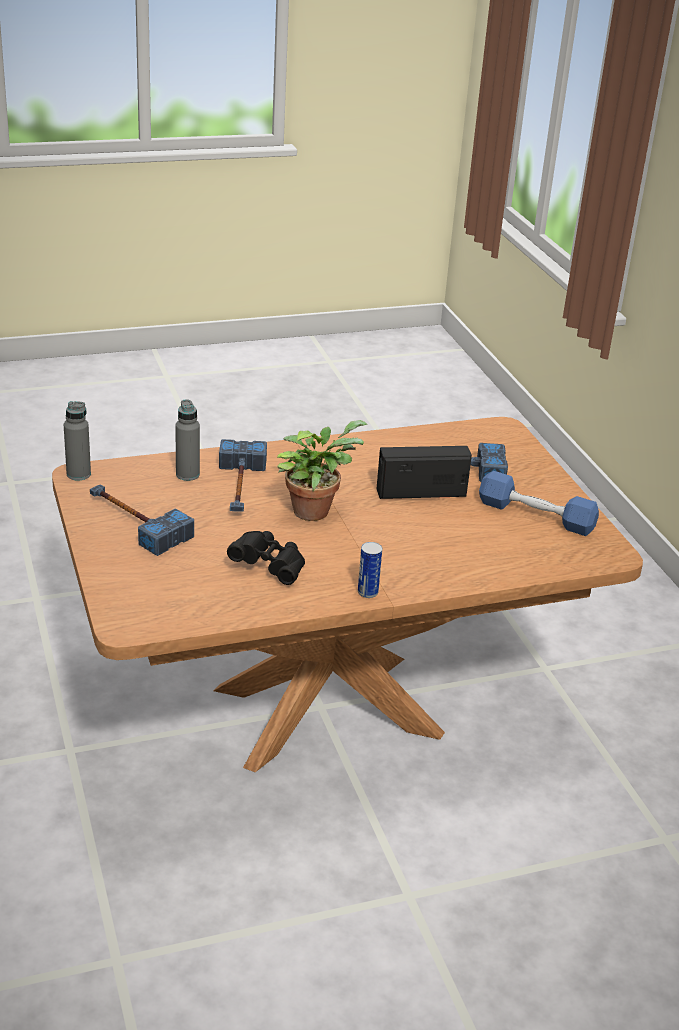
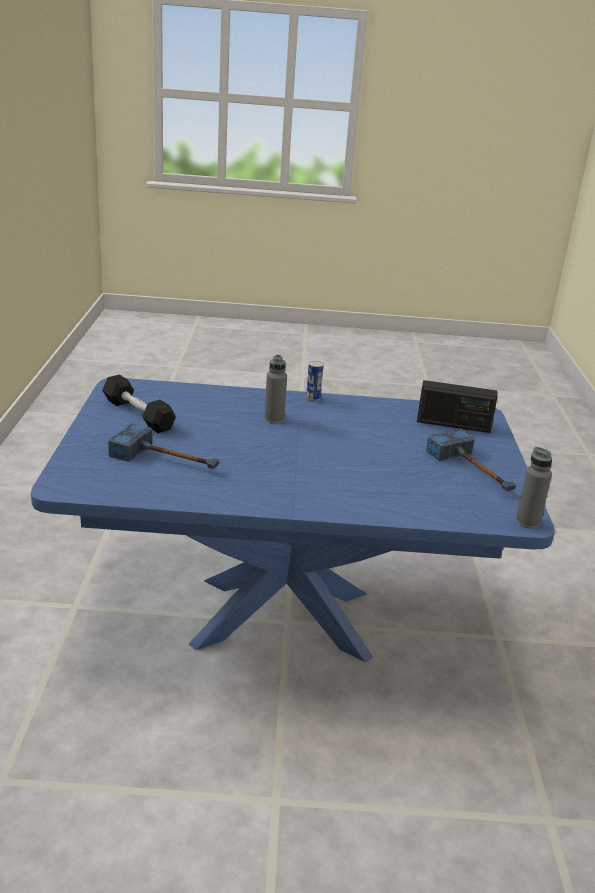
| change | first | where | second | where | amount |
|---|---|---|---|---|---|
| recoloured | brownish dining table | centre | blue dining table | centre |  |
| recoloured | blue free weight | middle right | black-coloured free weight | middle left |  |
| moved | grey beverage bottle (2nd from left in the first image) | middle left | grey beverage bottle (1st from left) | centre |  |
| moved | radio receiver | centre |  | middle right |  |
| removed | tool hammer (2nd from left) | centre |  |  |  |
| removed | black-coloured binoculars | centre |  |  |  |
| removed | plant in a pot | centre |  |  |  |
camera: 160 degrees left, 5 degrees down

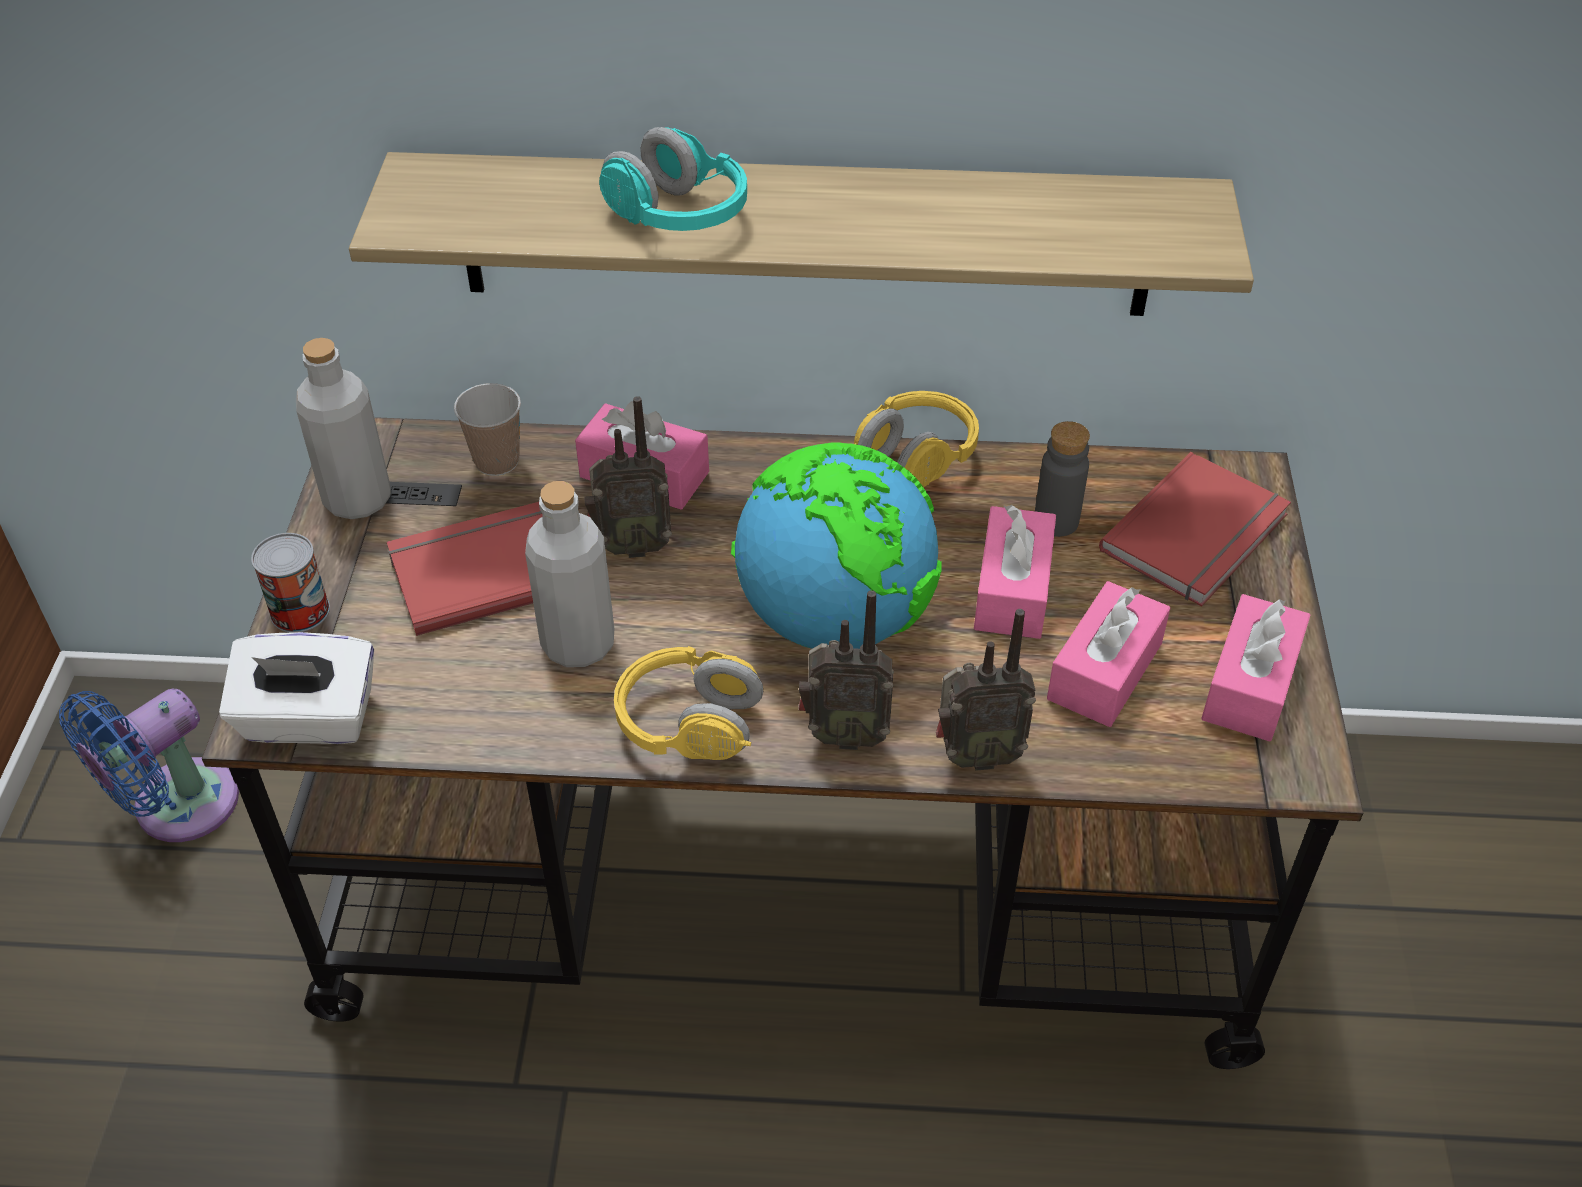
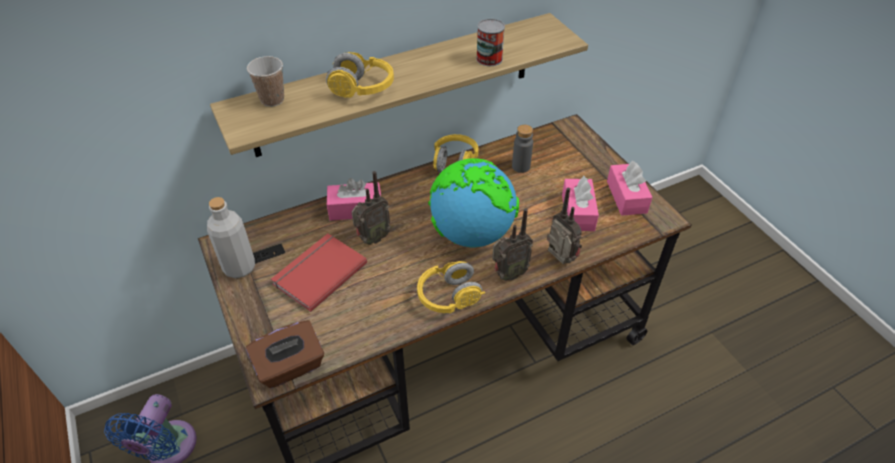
| change | first | where | second | where | amount |
|---|---|---|---|---|---|
| recoloured | white tissue holder | middle left | brownish tissue holder | bottom left |  |
| moved | drinking cup | middle left |  | top left |  |
| recoloured | turquoise-coloured headphones | top centre | yellowish headphones (1st from left) | top centre |  |
| moved | metal can | middle left |  | top centre |  |
| turned | radio receiver (3rd from left) | centre |  | centre | 90 degrees counterclockwise |
| removed | grey beverage bottle (2nd from left) | centre |  |  |  |
| removed | pink tissue holder (2nd from left) | centre |  |  |  |
| removed | red volume (2nd from left) | middle right |  |  |  |
camera: 30 degrees left, 0 degrees up

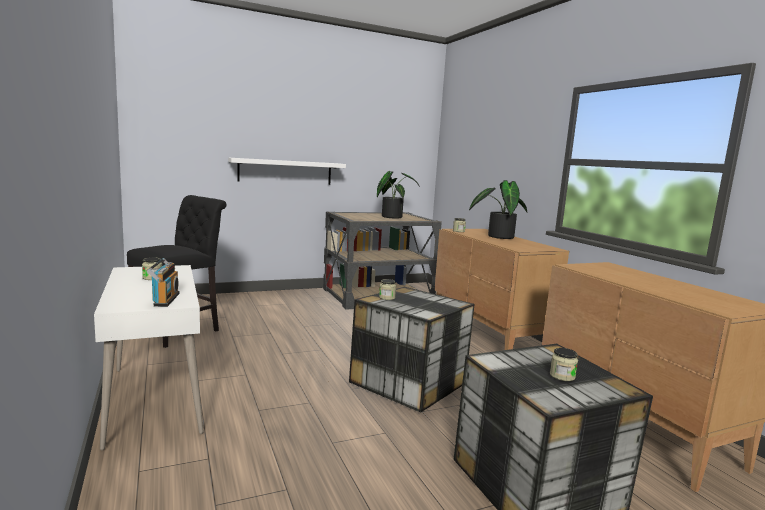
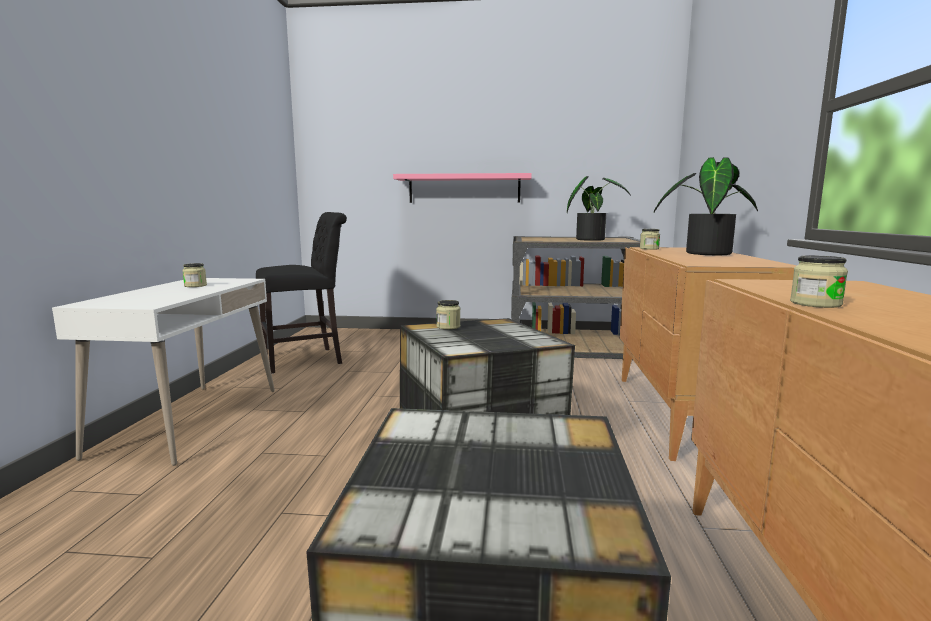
| change | first | where | second | where | amount |
|---|---|---|---|---|---|
| recoloured | white shelf | centre | pink shelf | top centre |  |
| moved | storage jar (4th from left) | bottom right |  | middle right |  |
| removed | radio receiver | middle left |  |  |  |
camera: 30 degrees right, 0 degrees up

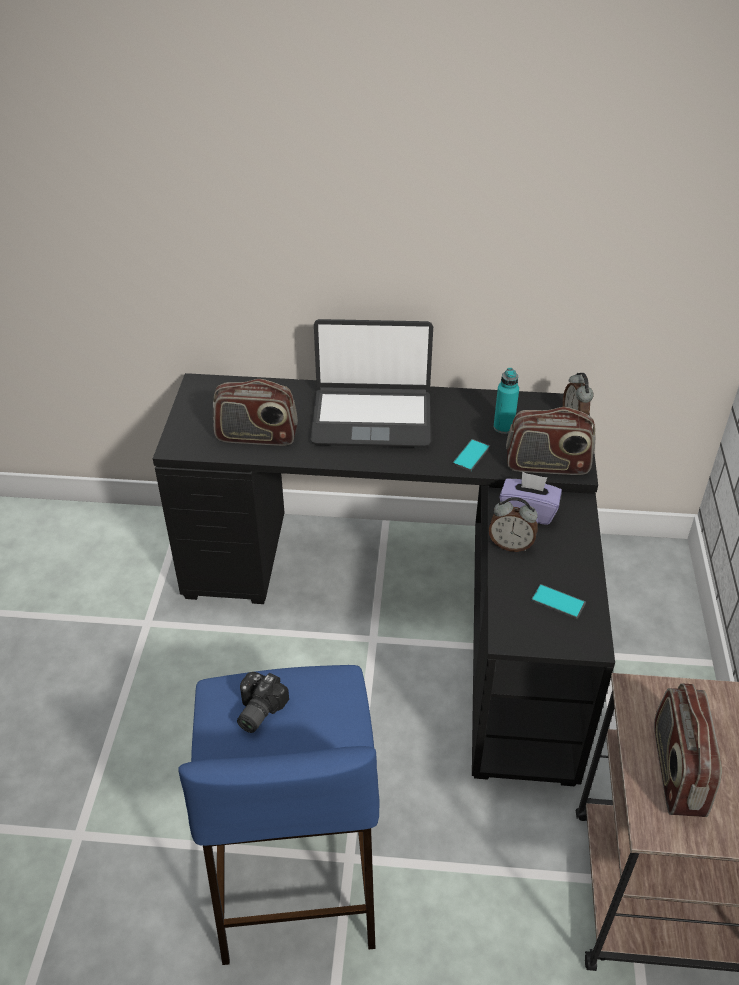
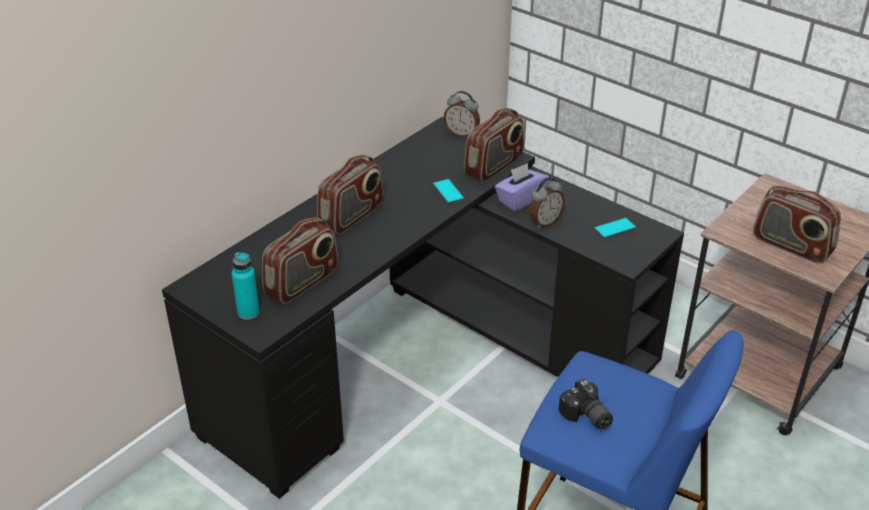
| change | first | where | second | where | amount |
|---|---|---|---|---|---|
| moved | turquoise-coloured beverage bottle | middle right |  | middle left |  |
| replaced | portable computer | centre | radio receiver (2nd from left) | centre |  |
camera: 55 degrees left, 5 degrees down

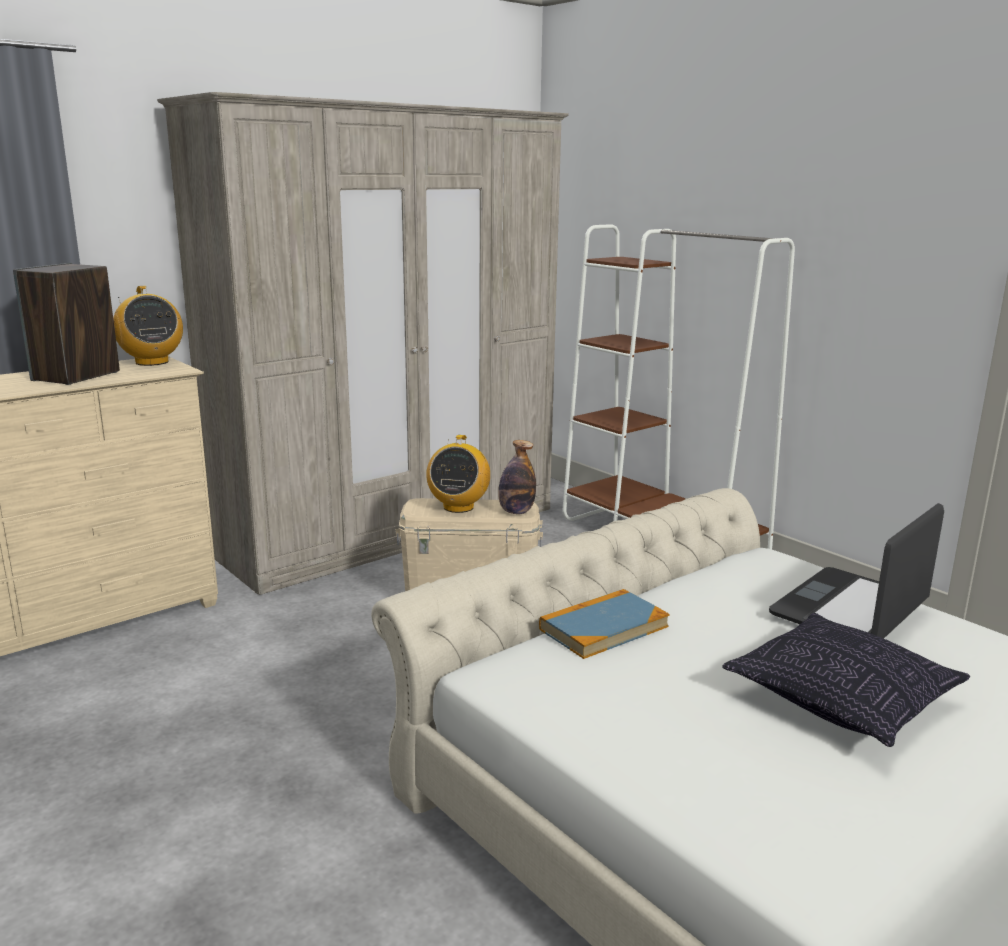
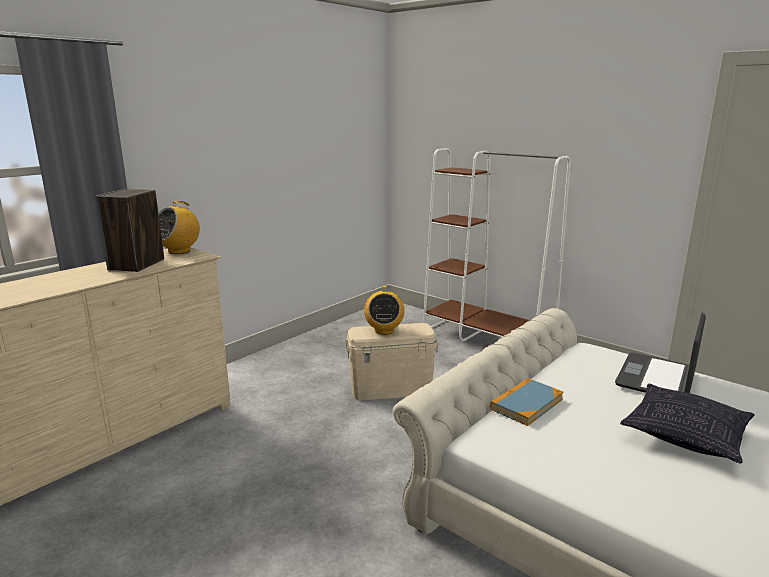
| change | first | where | second | where | amount |
|---|---|---|---|---|---|
| turned | radio receiver (1st from left) | middle left |  | middle left | 75 degrees clockwise |
| removed | sand-coloured wardrobe | centre |  |  |  |
| removed | beverage bottle | centre |  |  |  |
camera: 10 degrees left, 0 degrees up

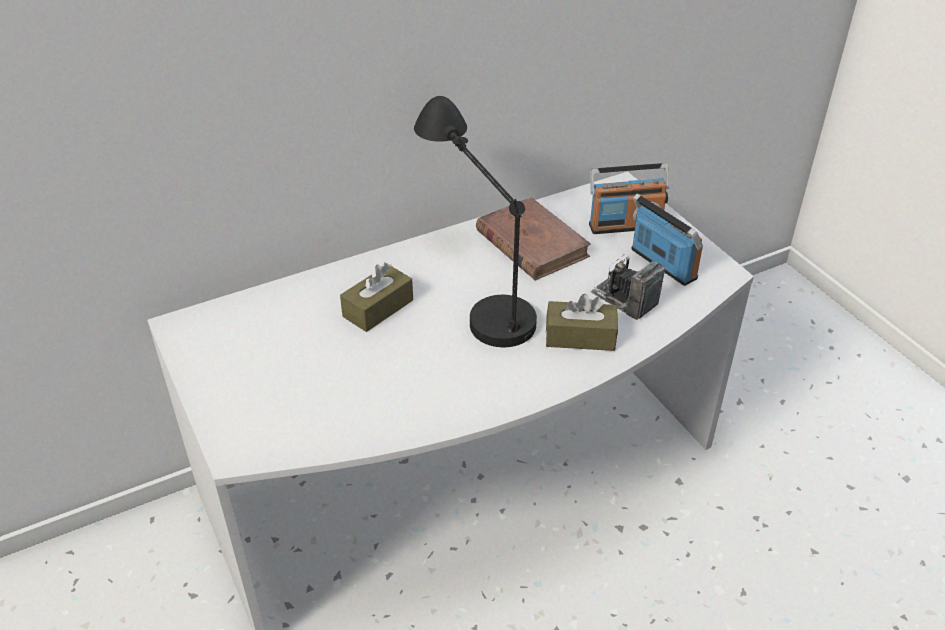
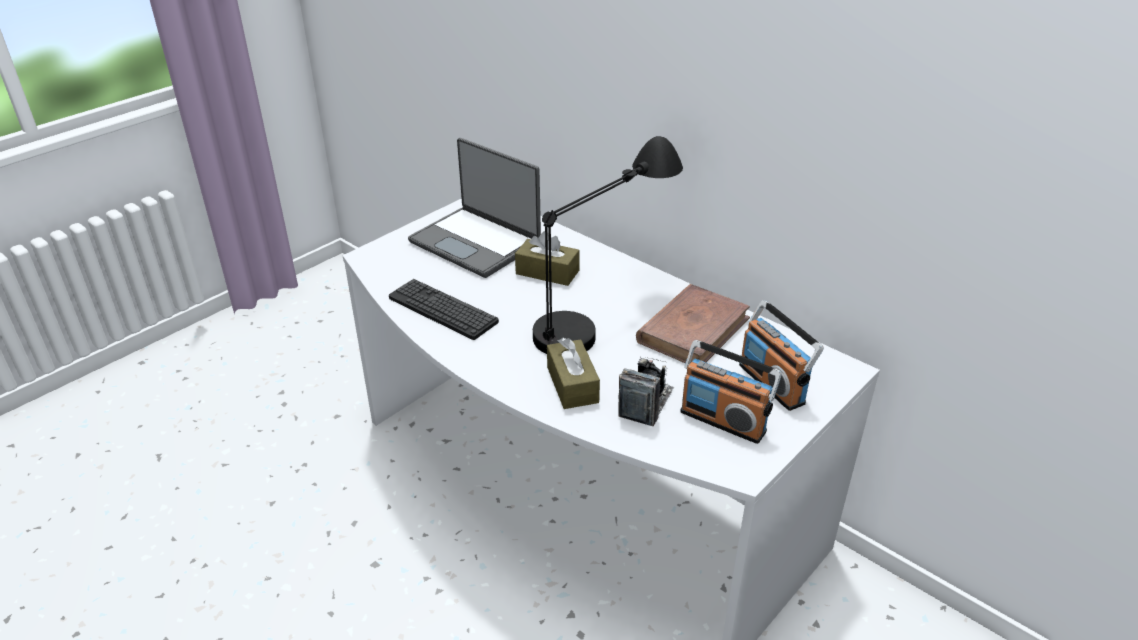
| change | first | where | second | where | amount |
|---|---|---|---|---|---|
| added |  |  | keyboard | centre |  |
| added |  |  | portable computer | top centre |  |
| turned | radio receiver (2nd from left in the first image) | middle right | radio receiver (1st from left) | centre | 90 degrees clockwise |
camera: 70 degrees right, 5 degrees down

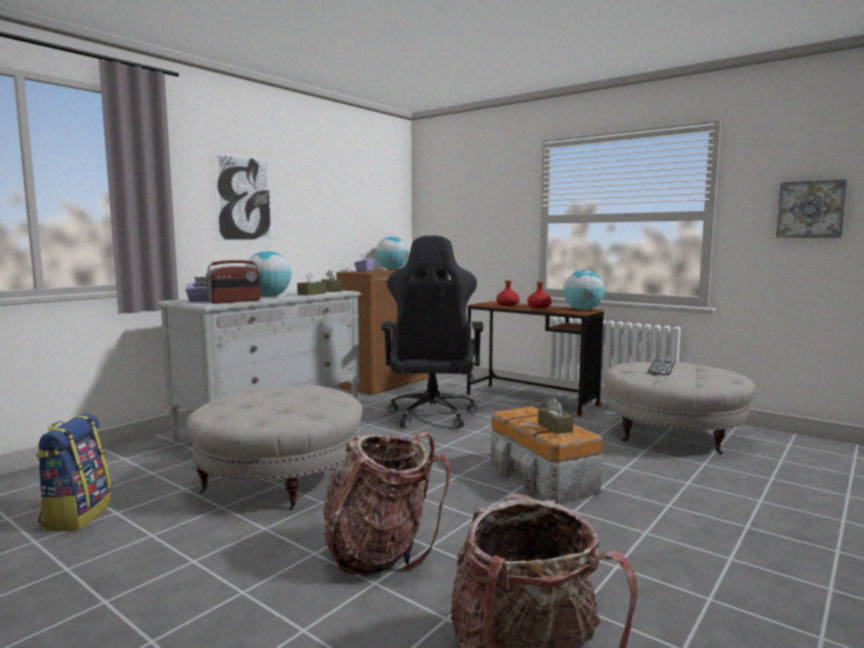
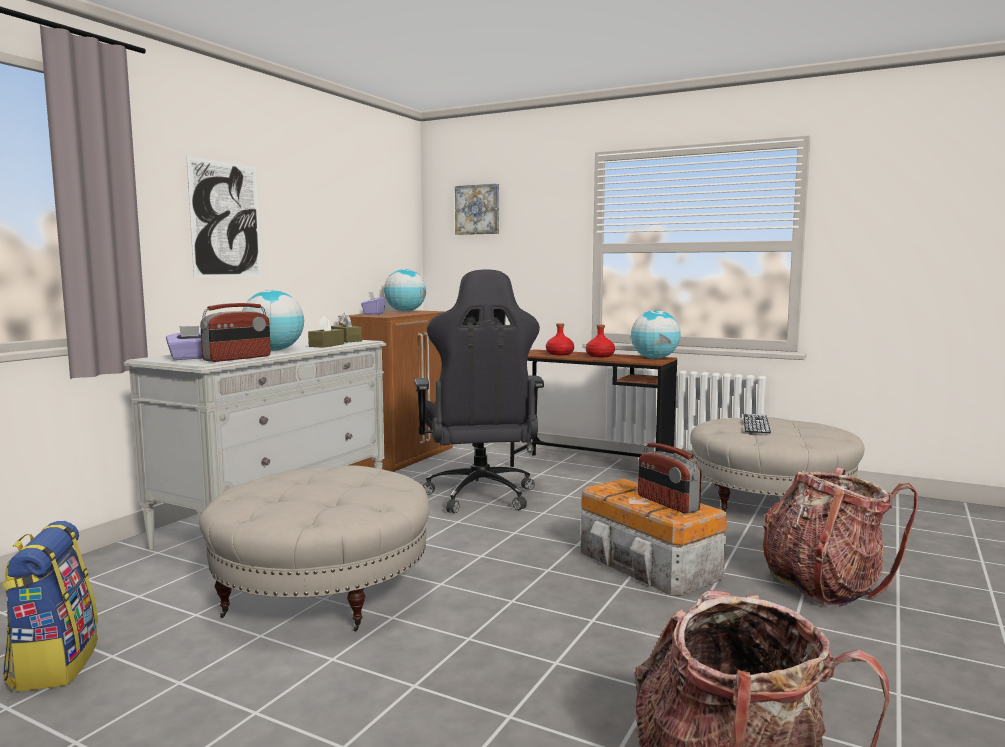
| change | first | where | second | where | amount |
|---|---|---|---|---|---|
| moved | picture (2nd from left) | top right |  | top centre |  |
| replaced | brownish tissue holder (3rd from left) | centre | radio receiver (2nd from left) | middle right |  |
| moved | rucksack (2nd from left in the first image) | bottom centre | rucksack (3rd from left) | bottom right |  |
camera: 10 degrees left, 0 degrees up

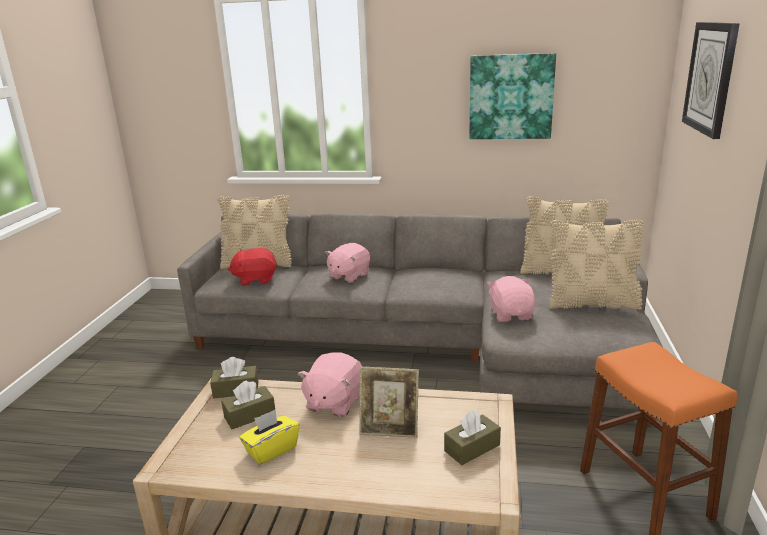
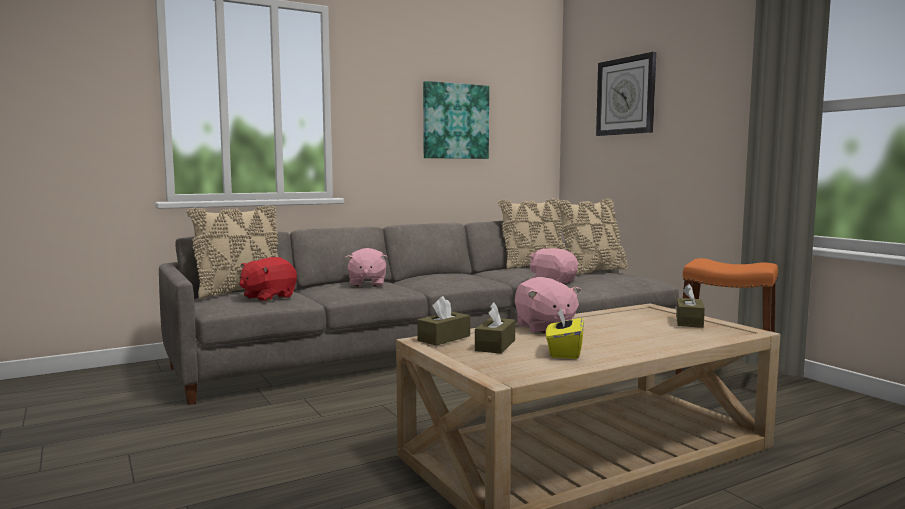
| change | first | where | second | where | amount |
|---|---|---|---|---|---|
| removed | picture frame | bottom centre |  |  |  |
camera: 40 degrees left, 15 degrees down

